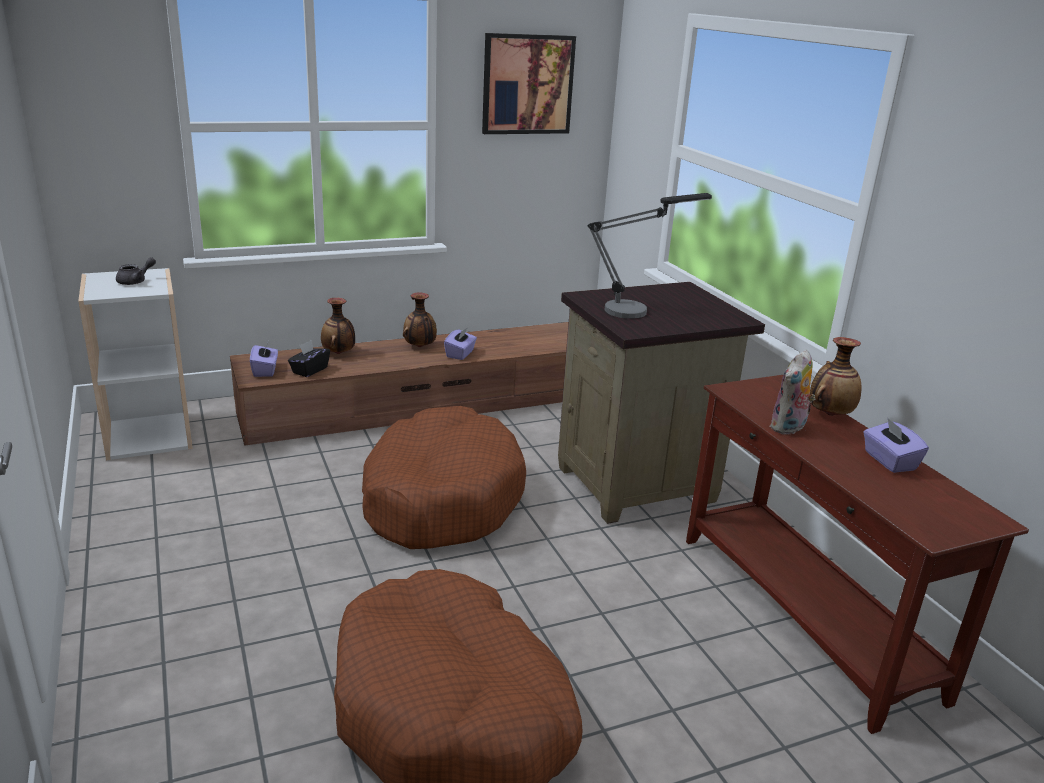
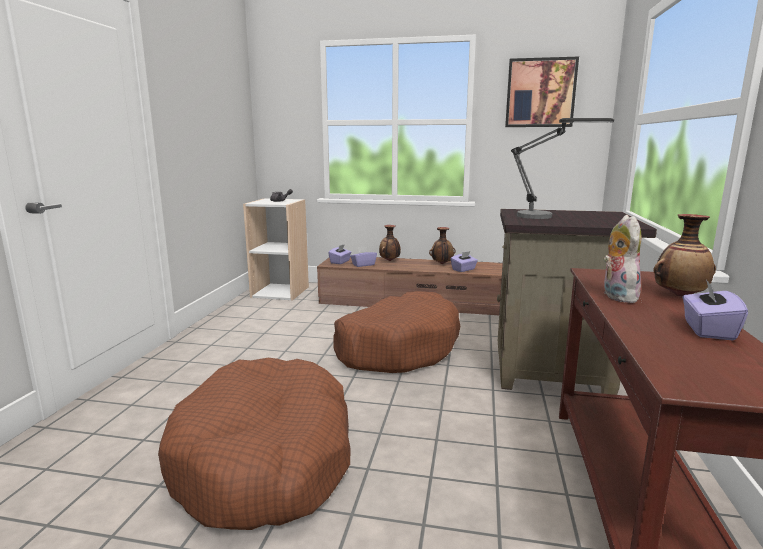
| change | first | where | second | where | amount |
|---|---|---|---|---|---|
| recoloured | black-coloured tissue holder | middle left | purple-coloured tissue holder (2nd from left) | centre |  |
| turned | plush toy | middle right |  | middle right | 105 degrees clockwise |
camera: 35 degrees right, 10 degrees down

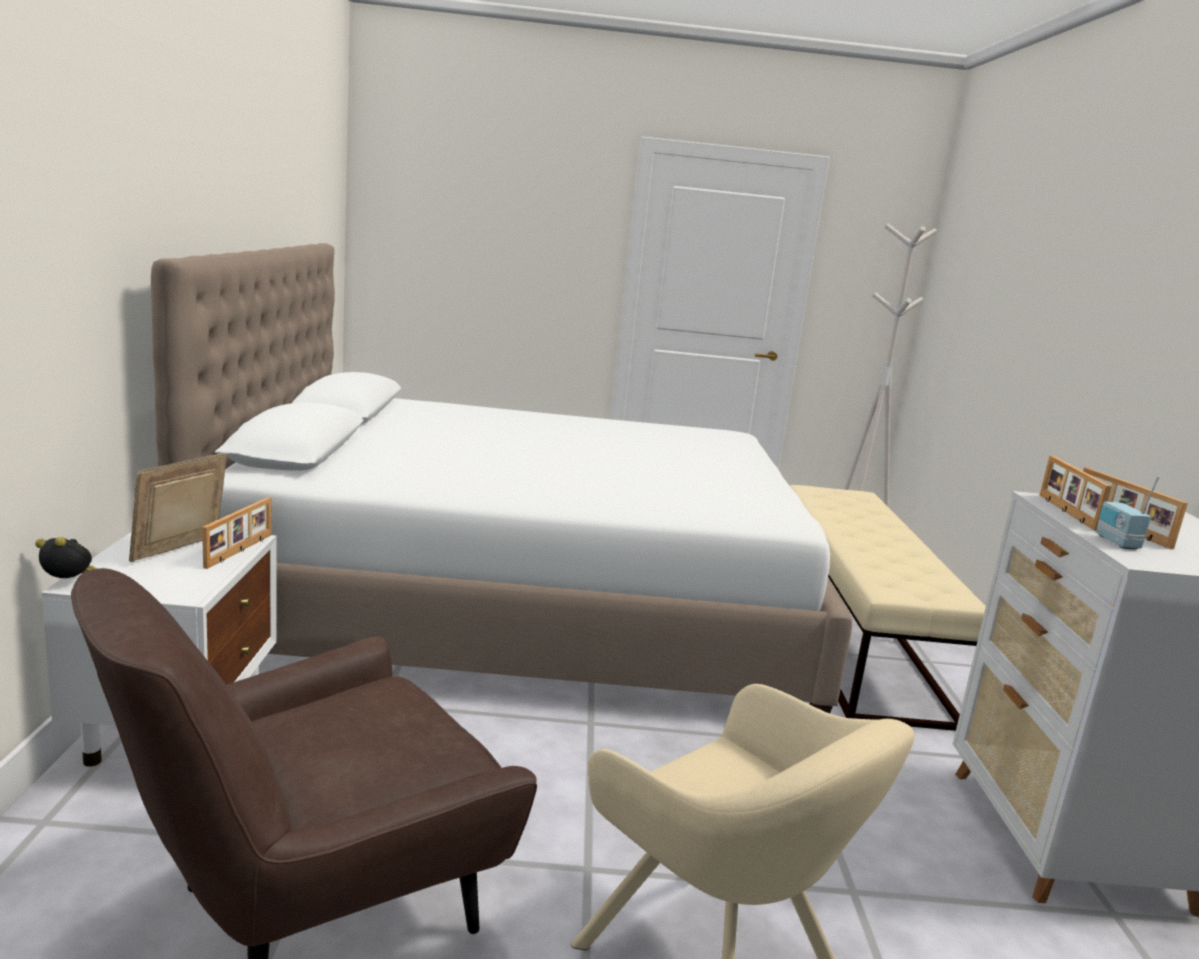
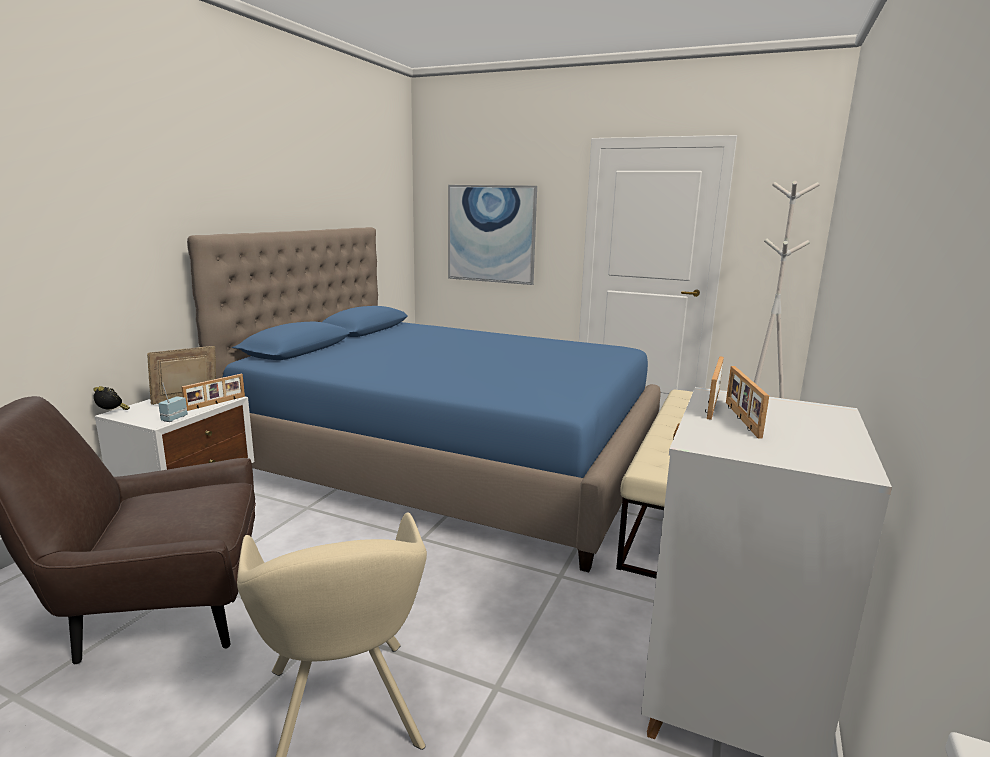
| change | first | where | second | where | amount |
|---|---|---|---|---|---|
| moved | radio receiver | middle right |  | middle left |  |
| recoloured | white bedroom bed | centre | blue bedroom bed | centre |  |
| added |  |  | picture | top centre |  |
camera: 25 degrees right, 0 degrees up

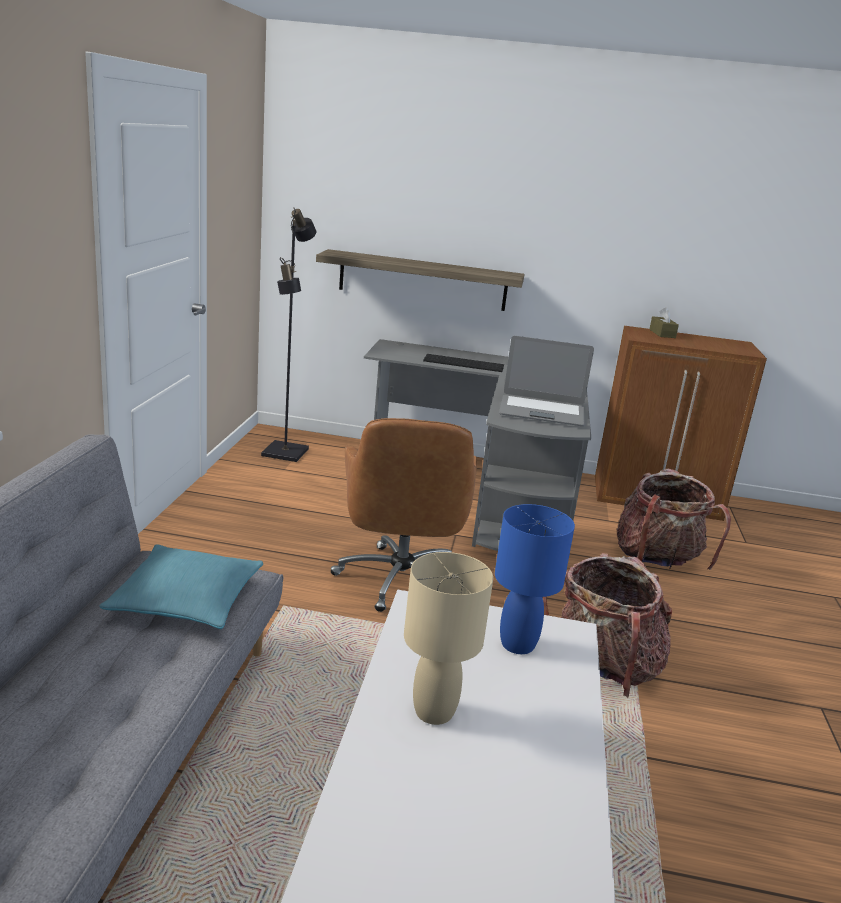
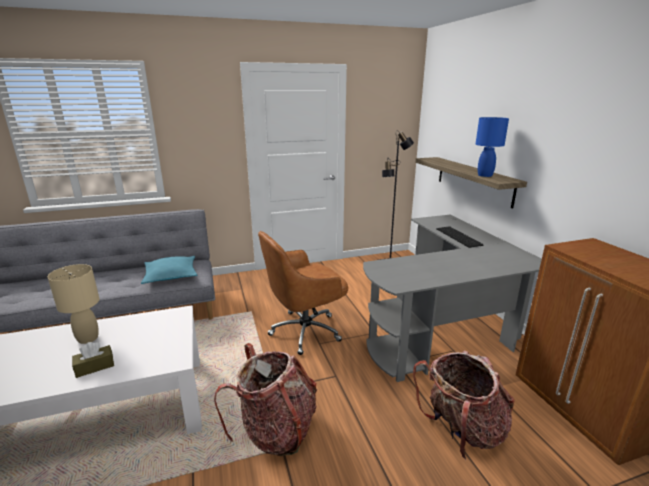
| change | first | where | second | where | amount |
|---|---|---|---|---|---|
| moved | brownish tissue holder | middle right |  | bottom left |  |
| moved | blue table lamp | centre |  | top right |  |
| removed | portable computer | centre |  |  |  |
camera: 65 degrees right, 0 degrees up

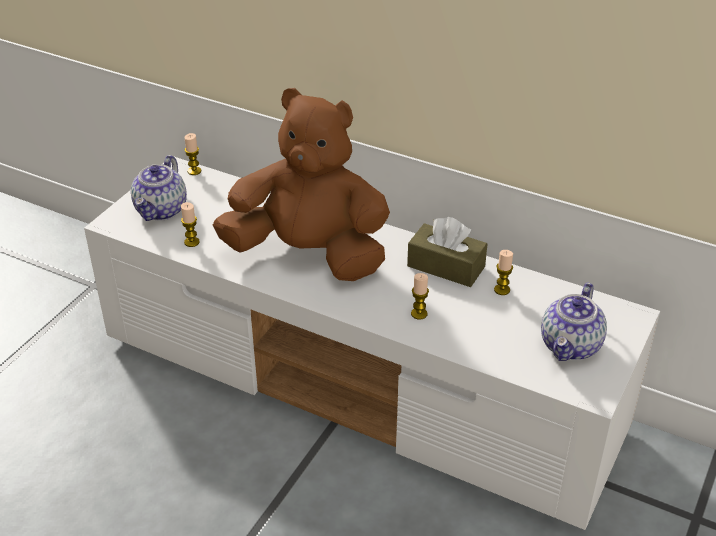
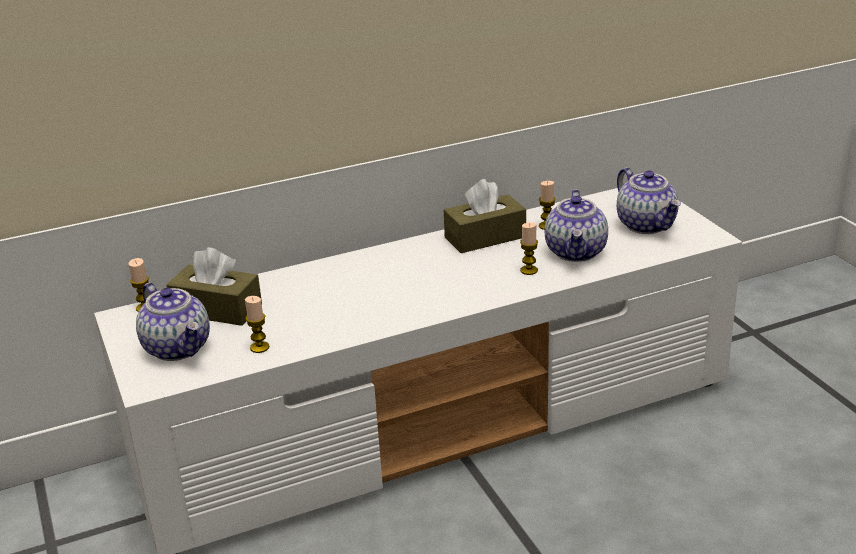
| change | first | where | second | where | amount |
|---|---|---|---|---|---|
| added |  |  | brownish tissue holder (1st from left) | middle left |  |
| added |  |  | pot for tea (2nd from left) | middle right |  |
| removed | brownish plush toy | centre |  |  |  |
camera: 50 degrees left, 10 degrees down

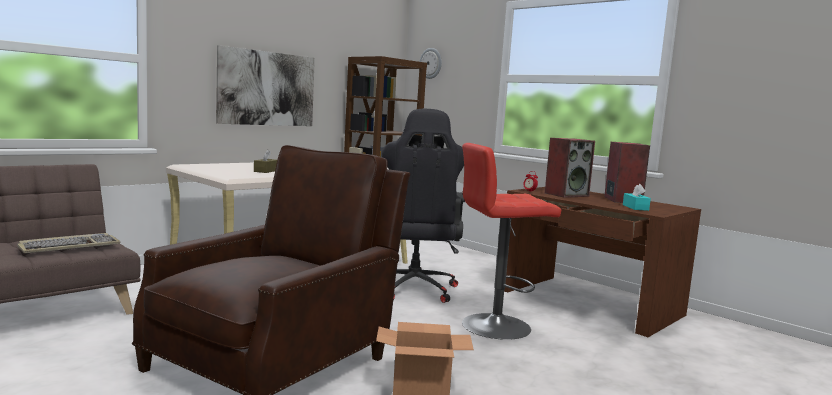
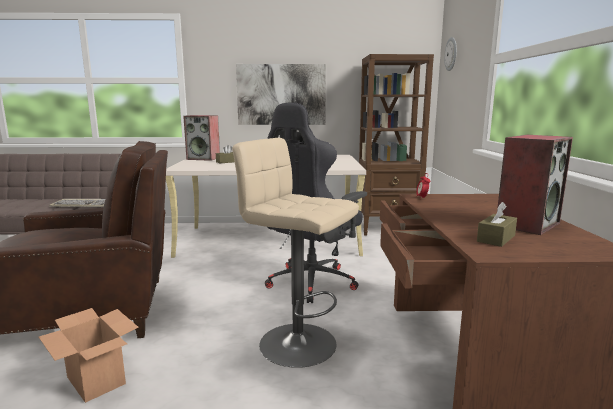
| change | first | where | second | where | amount |
|---|---|---|---|---|---|
| moved | audio speaker (1st from left) | middle right |  | middle left |  |
| recoloured | red stool | centre | sand-coloured stool | centre |  |
| recoloured | turquoise-coloured tissue holder | middle right | brownish tissue holder (2nd from left) | middle right |  |
camera: 45 degrees right, 5 degrees up

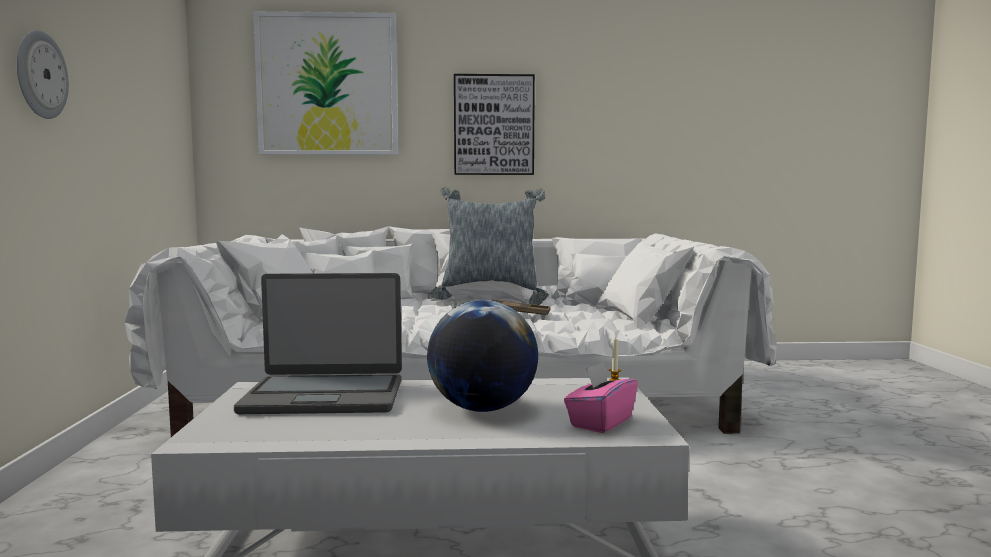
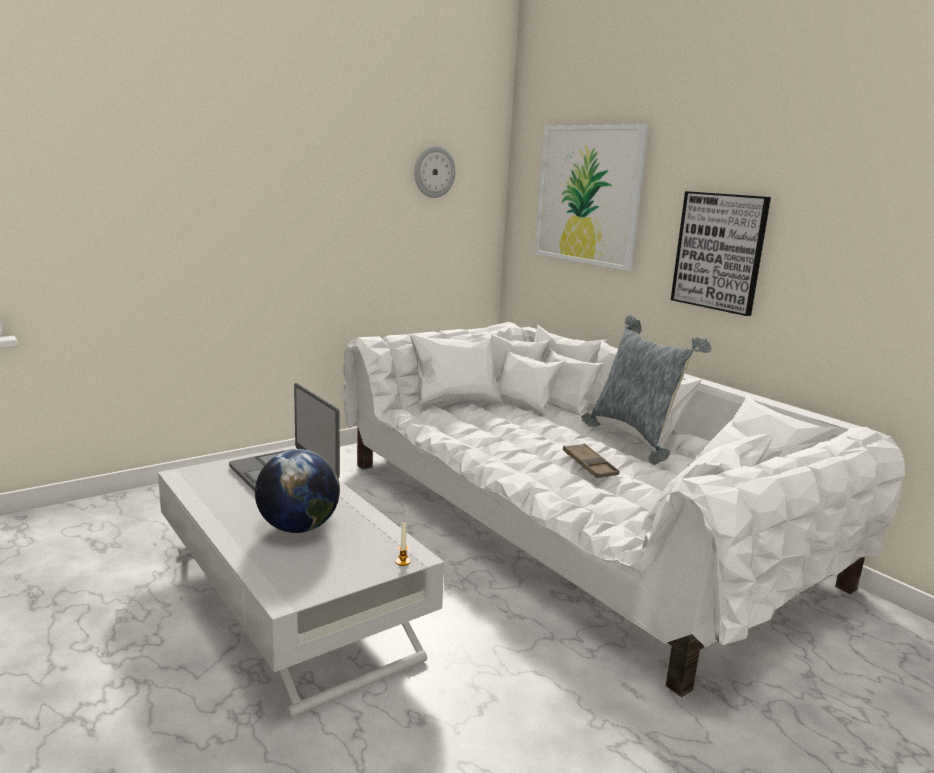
| change | first | where | second | where | amount |
|---|---|---|---|---|---|
| moved | hanging clock | top left |  | top centre |  |
| removed | pink tissue holder | bottom centre |  |  |  |
camera: 55 degrees right, 10 degrees up

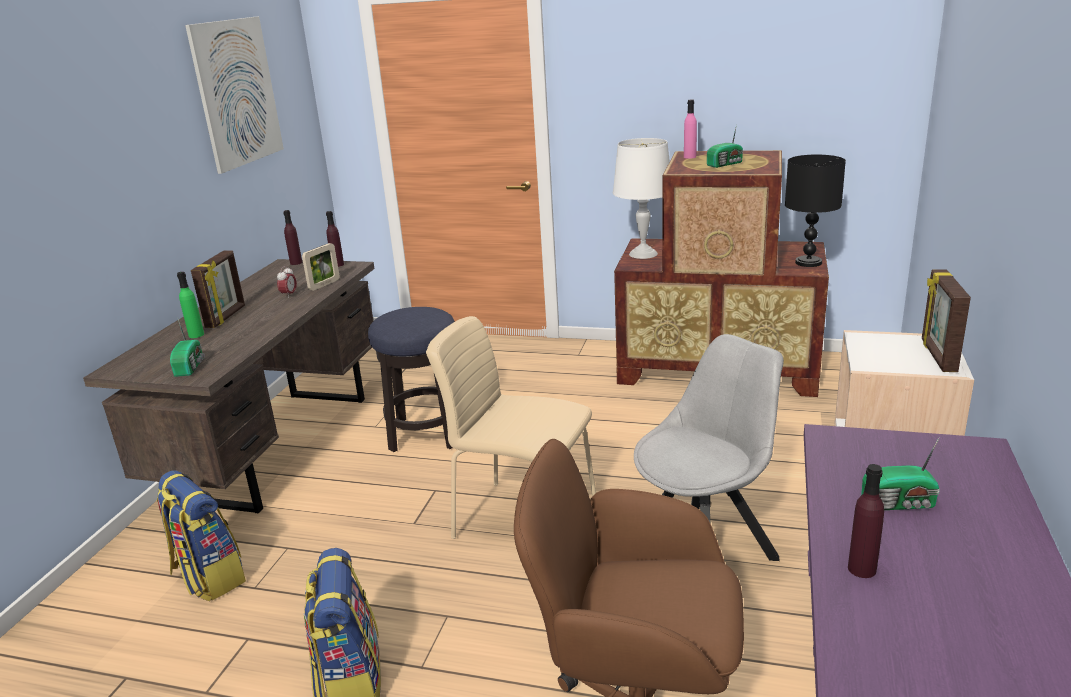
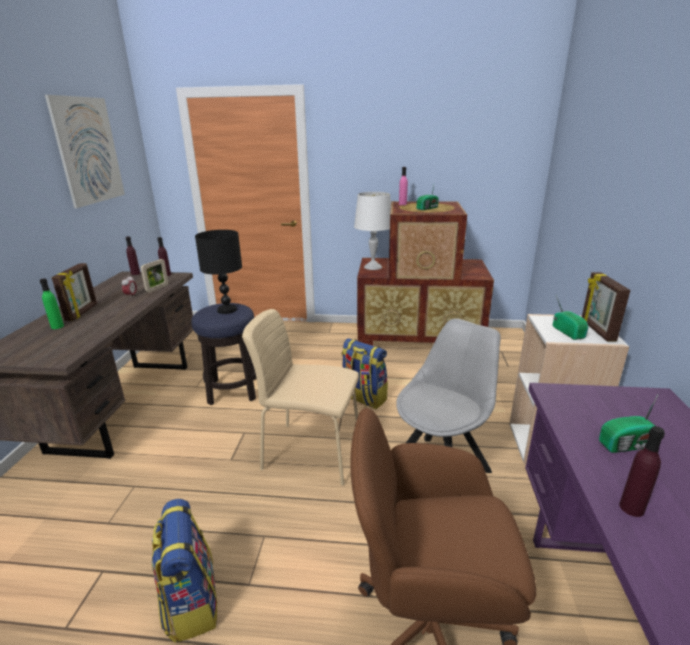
| change | first | where | second | where | amount |
|---|---|---|---|---|---|
| moved | black-coloured table lamp | top right |  | middle left |  |
| moved | rucksack (1st from left in the first image) | bottom left | rucksack (2nd from left) | centre |  |
| moved | radio receiver (1st from left in the first image) | middle left | radio receiver (2nd from left) | middle right |  |
camera: 10 degrees left, 0 degrees up

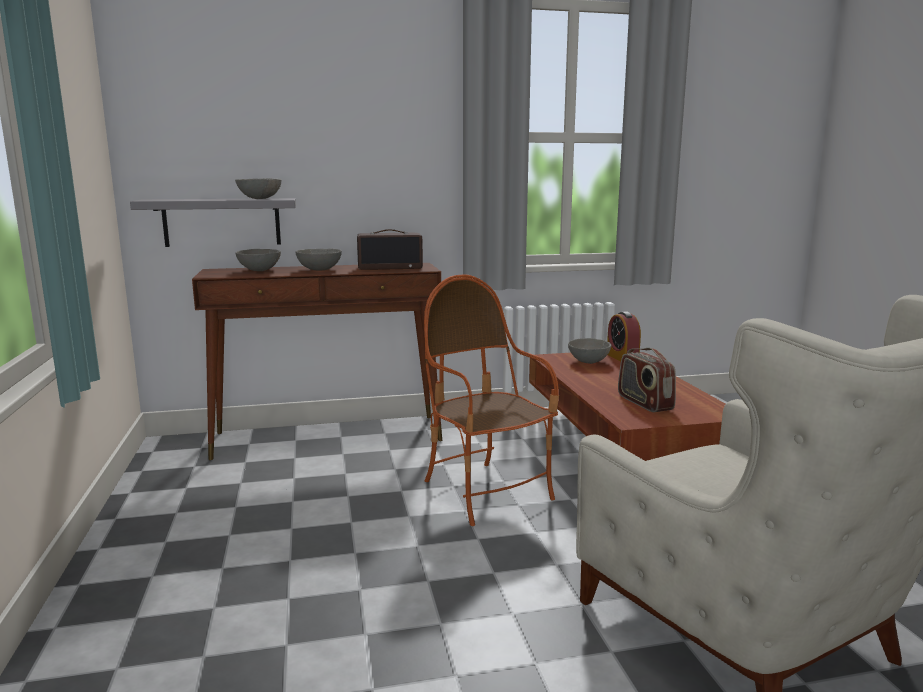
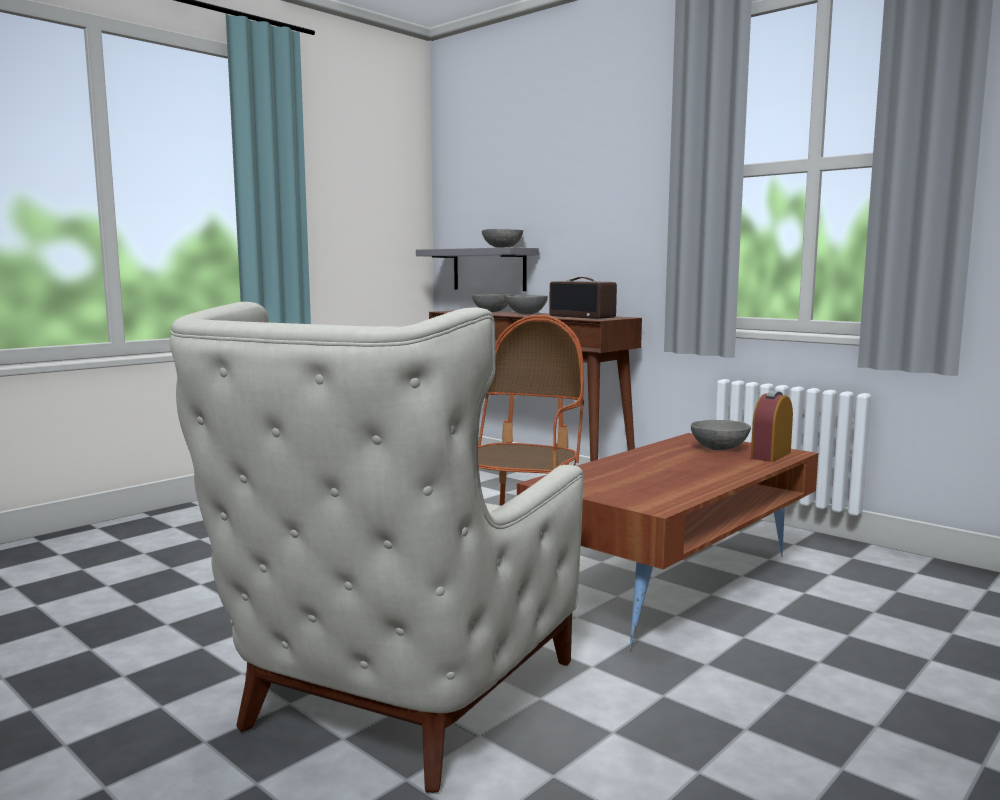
| change | first | where | second | where | amount |
|---|---|---|---|---|---|
| removed | radio receiver (2nd from left) | middle right |  |  |  |
camera: 55 degrees right, 5 degrees down

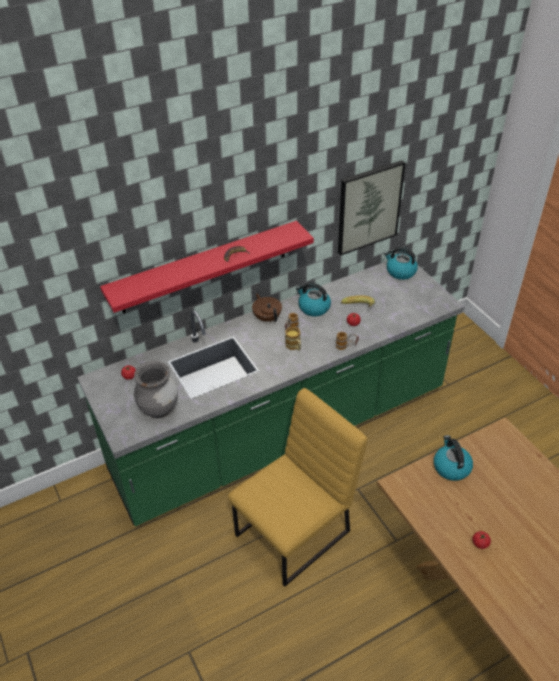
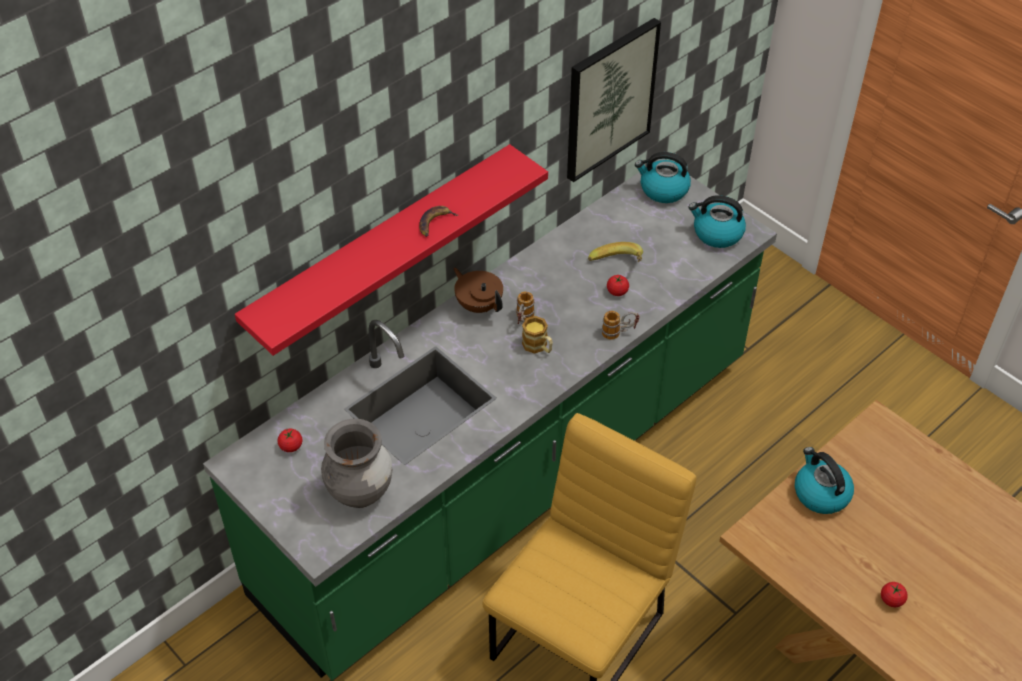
| change | first | where | second | where | amount |
|---|---|---|---|---|---|
| moved | tea kettle (1st from left in the first image) | centre | tea kettle (2nd from left) | top right |  |
camera: 15 degrees left, 5 degrees up

